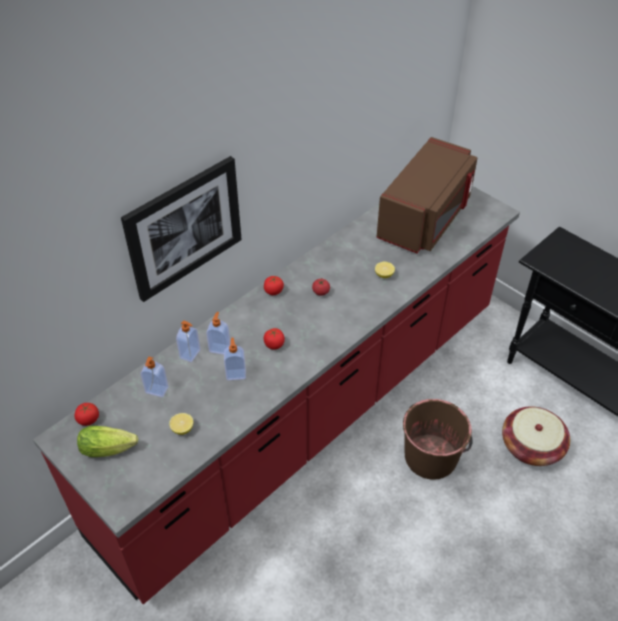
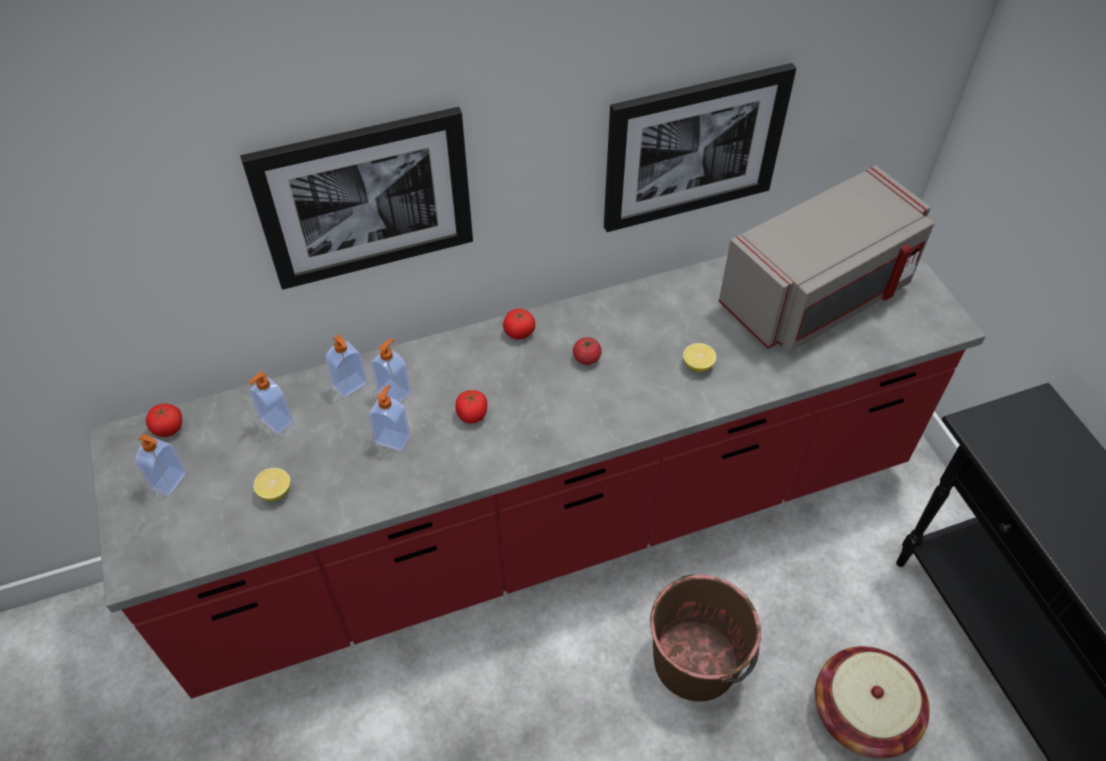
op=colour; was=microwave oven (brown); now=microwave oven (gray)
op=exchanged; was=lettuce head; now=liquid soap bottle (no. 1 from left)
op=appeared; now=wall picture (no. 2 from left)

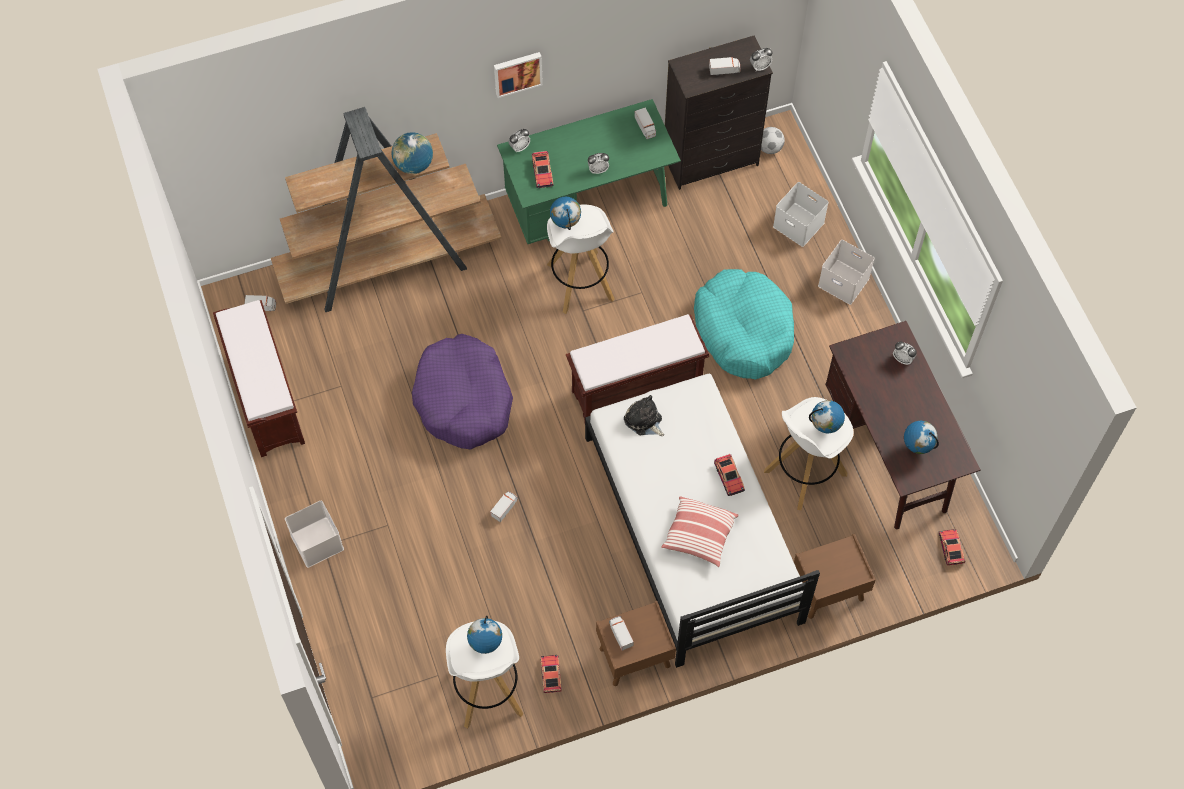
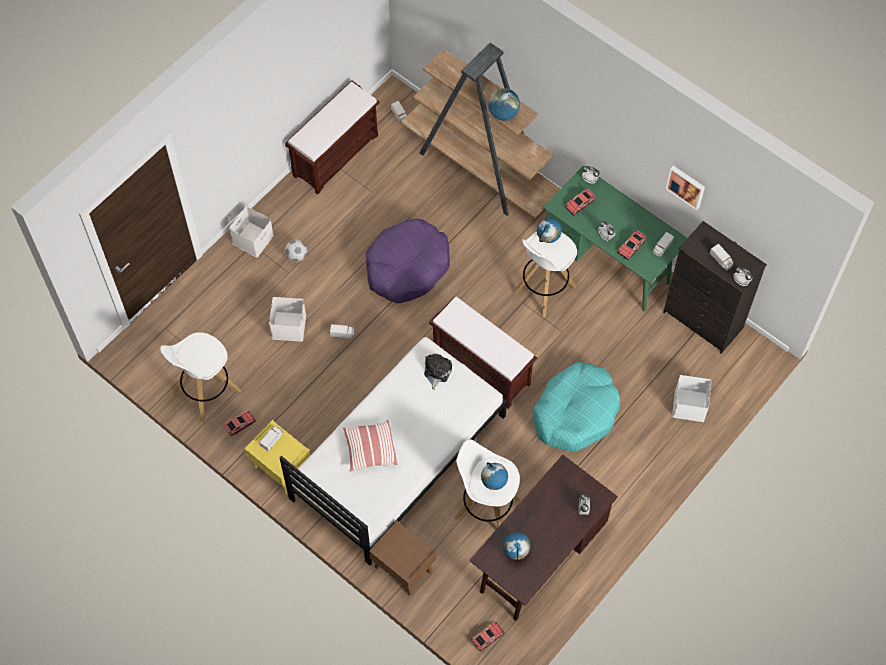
op=relocated; was=wall picture
op=relocated; was=football ball
op=relocated; was=storage box (white-coloured) (no. 3 from left in the first image); now=storage box (white-coloured) (no. 2 from left)
op=relocated; was=miniature car (no. 3 from left in the first image); now=miniature car (no. 4 from left)
op=colour; was=bedside table (brown) (no. 1 from left); now=bedside table (yellow-coloured)
op=missing; was=desk globe (no. 2 from left)

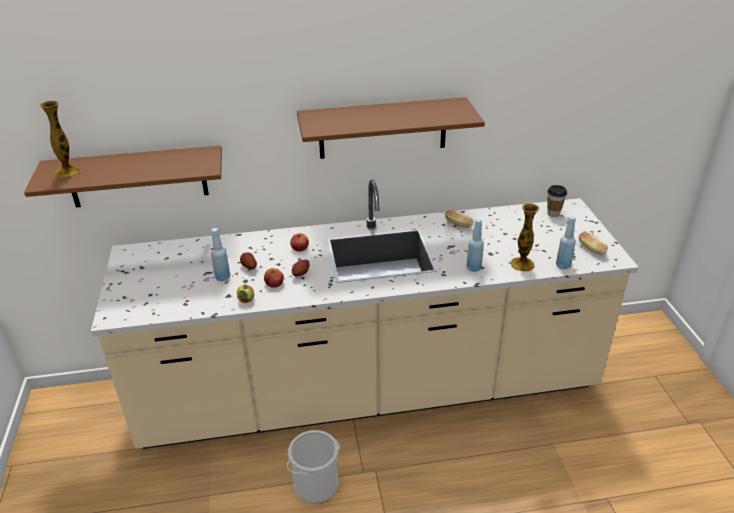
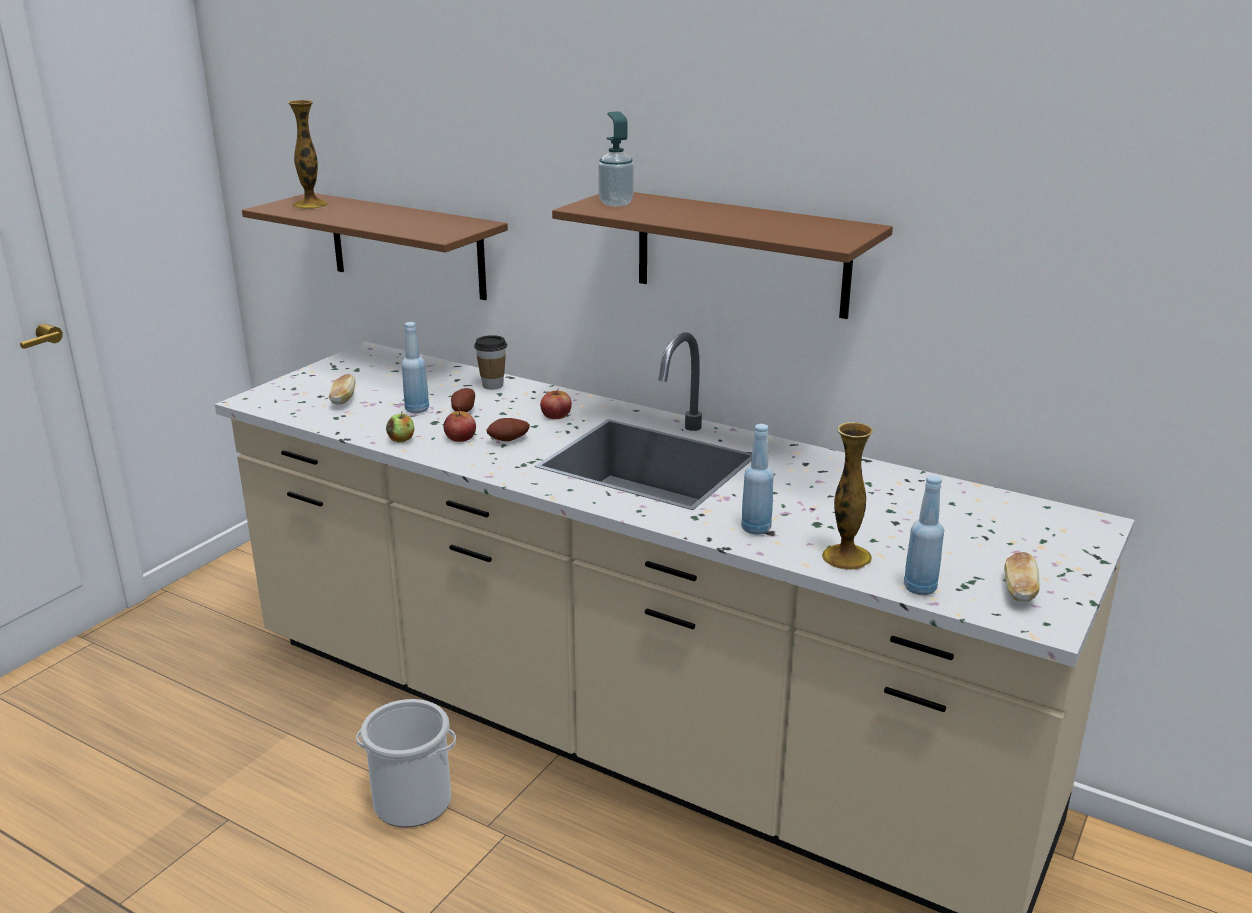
op=relocated; was=cup
op=relocated; was=bakery bread (no. 1 from left)
op=appeared; now=liquid soap bottle

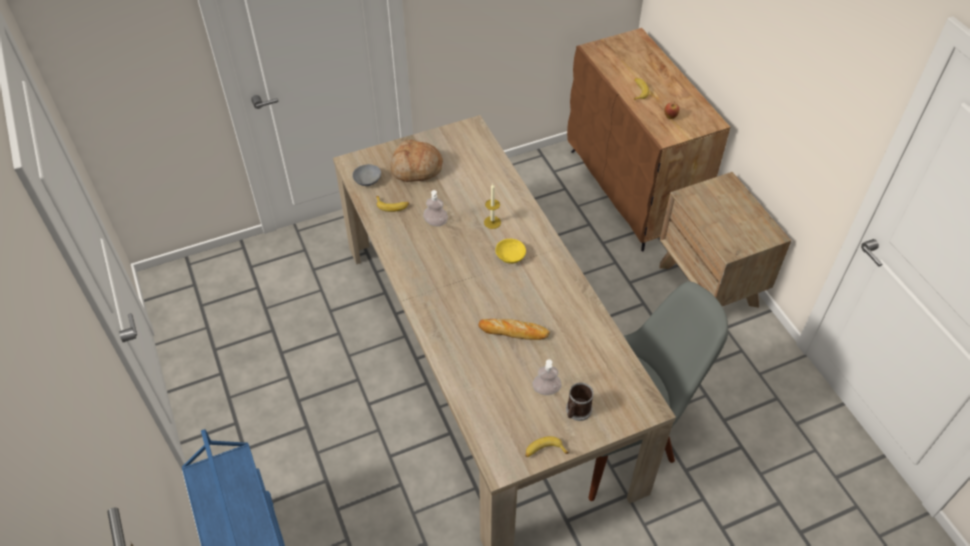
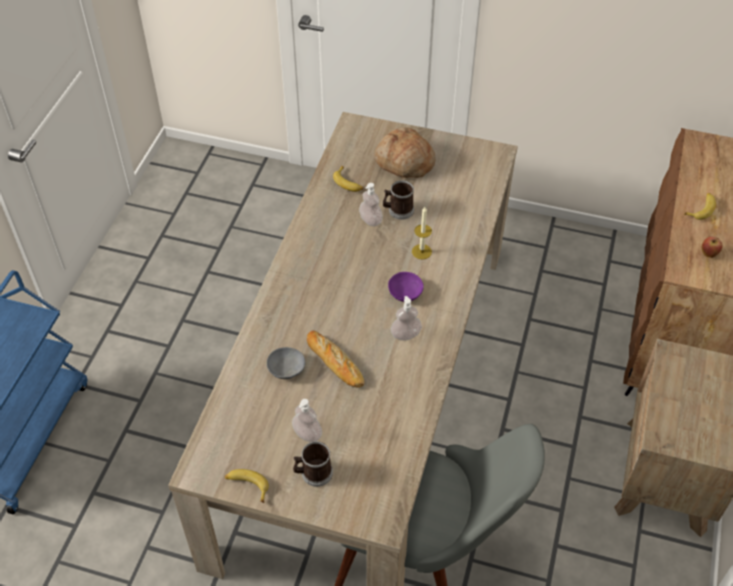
op=relocated; was=serving bowl (gray)
op=colour; was=serving bowl (yellow-coloured); now=serving bowl (purple-coloured)
op=appeared; now=tea mug (no. 2 from left)
op=appeared; now=liquid soap bottle (no. 3 from left)

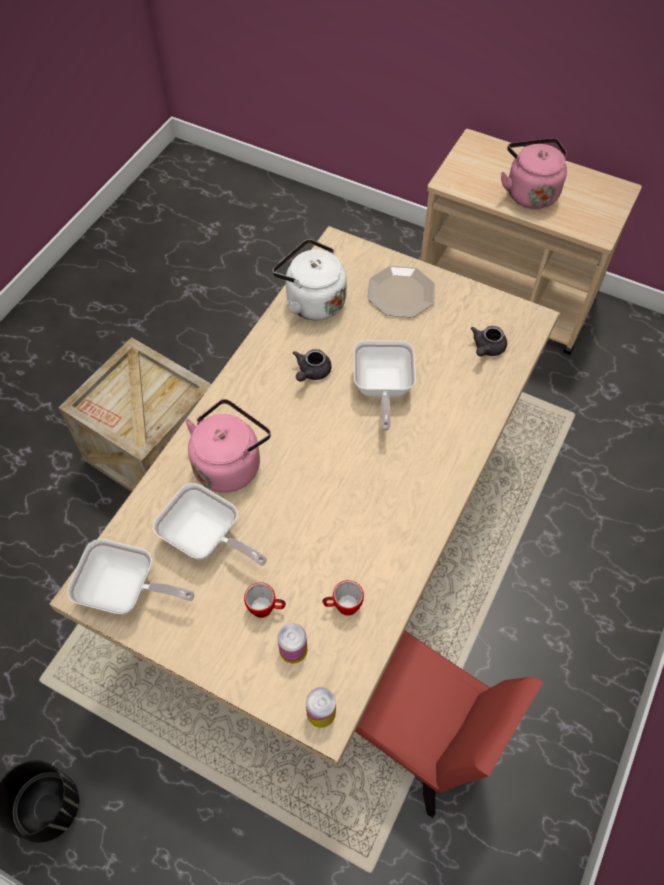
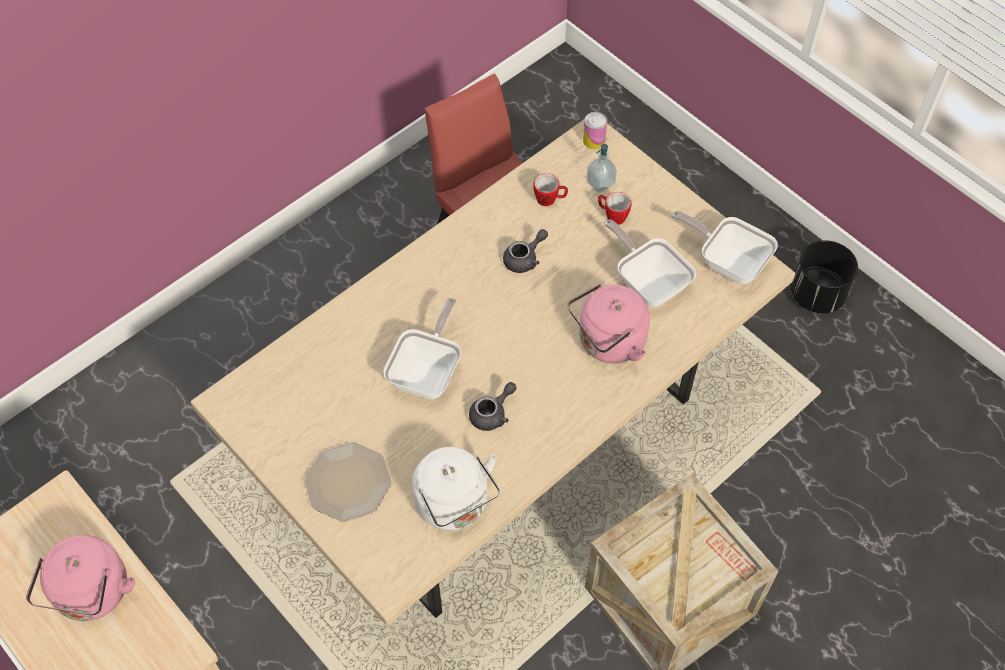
op=relocated; was=teapot (gray) (no. 2 from left)
op=exchanged; was=metal can (no. 1 from left); now=liquid soap bottle

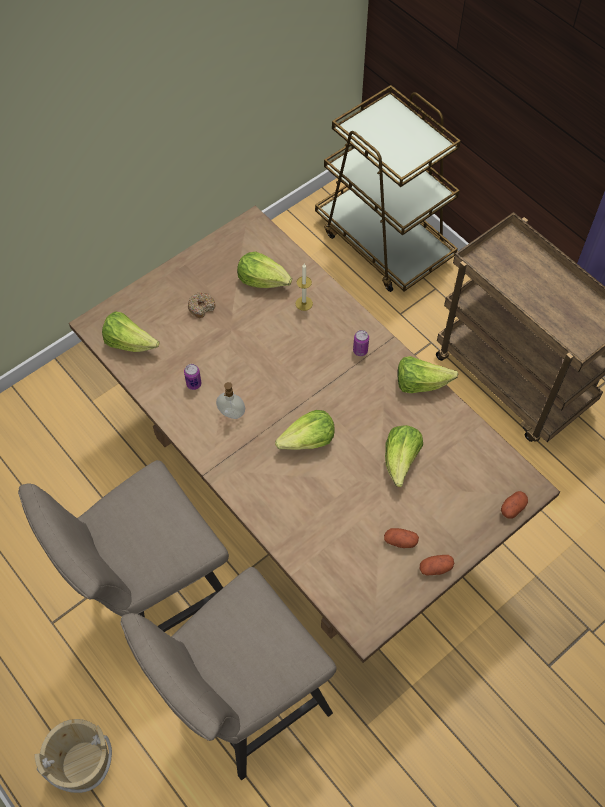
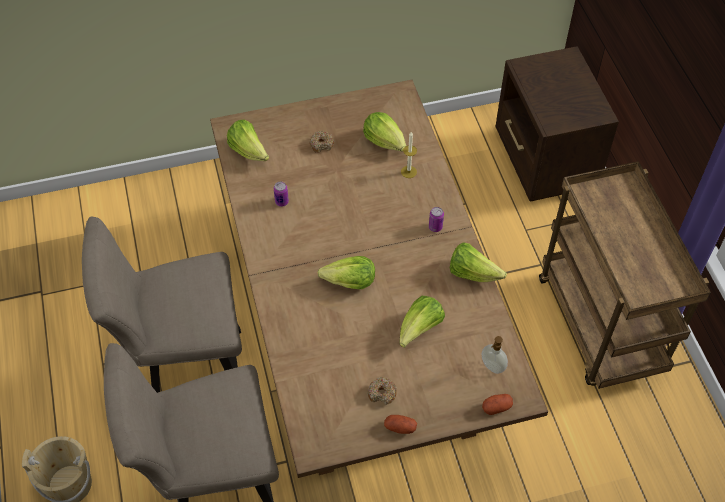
op=exchanged; was=trolley (brown) (no. 1 from left); now=bedside table (brown)
op=relocated; was=liquid soap bottle
op=exchanged; was=whole potato (no. 1 from left); now=ring doughnut (no. 2 from left)

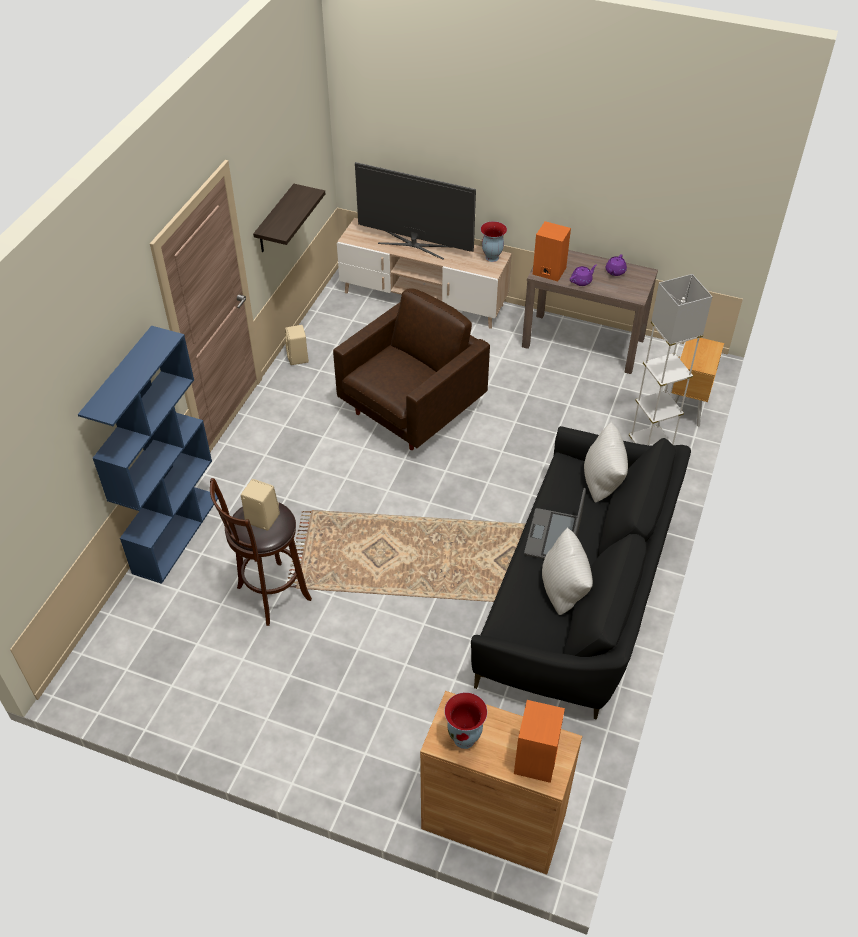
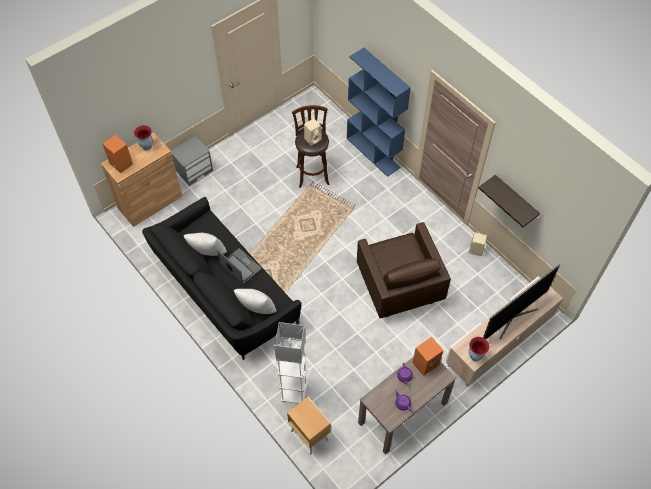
op=appeared; now=bedside table (gray)

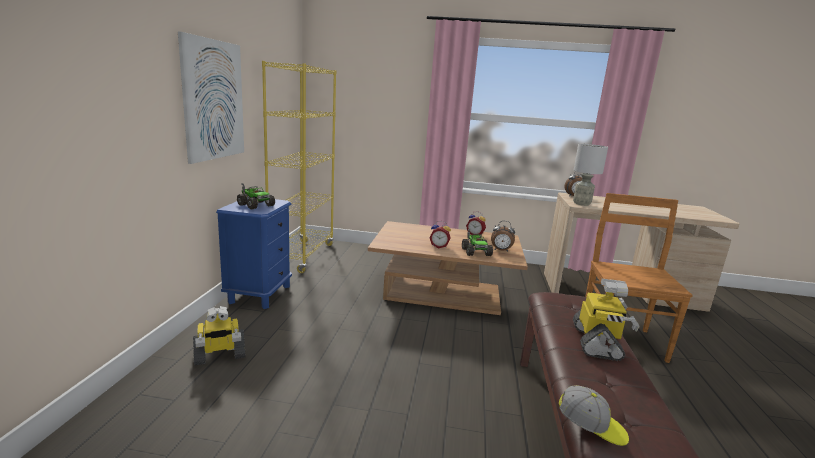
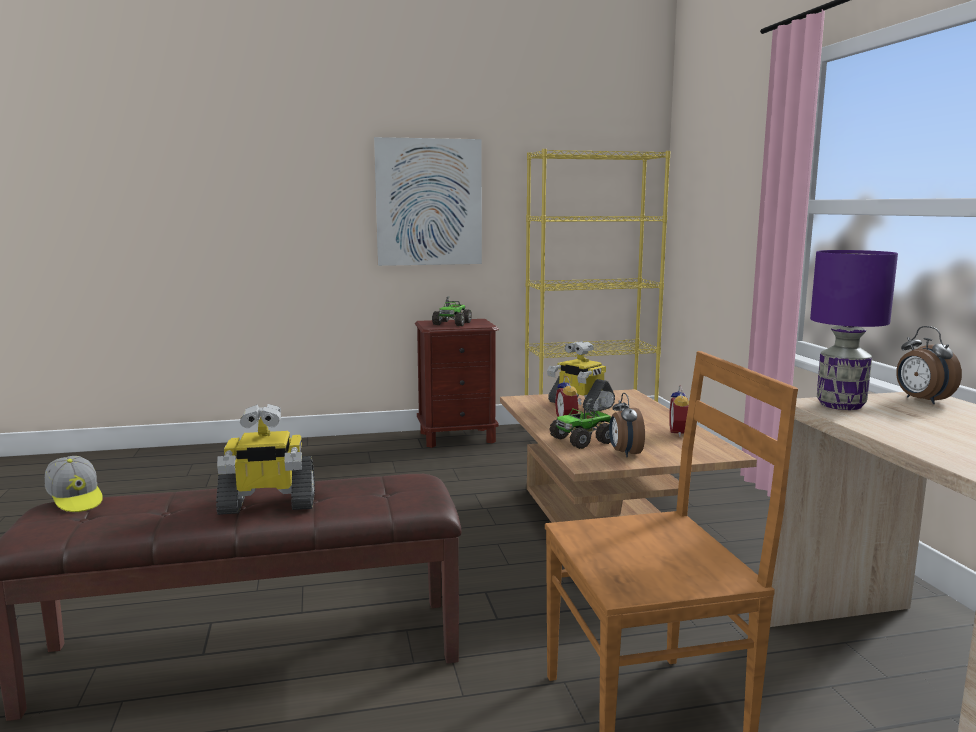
op=colour; was=lamp for a table (gray); now=lamp for a table (purple-coloured)
op=colour; was=bedside table (bluish); now=bedside table (brown)
op=relocated; was=toy robot (no. 1 from left in the first image); now=toy robot (no. 2 from left)
op=spun; was=cap; clockwise=-45

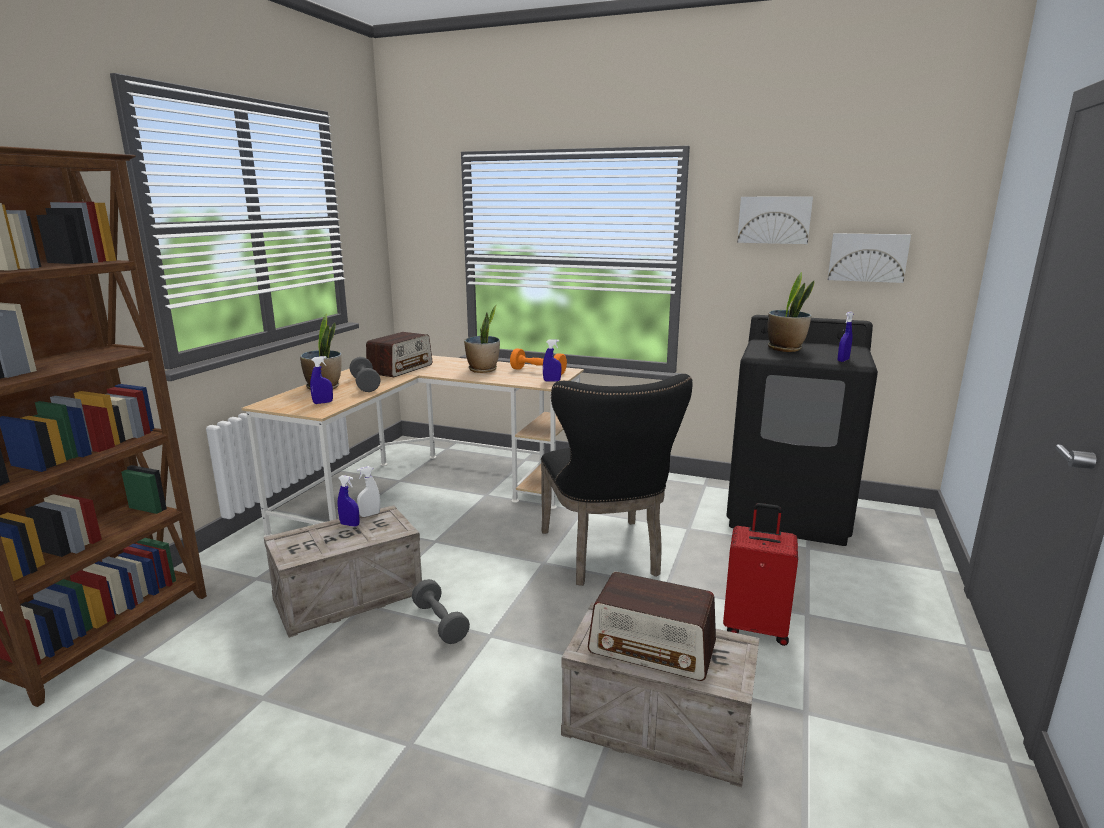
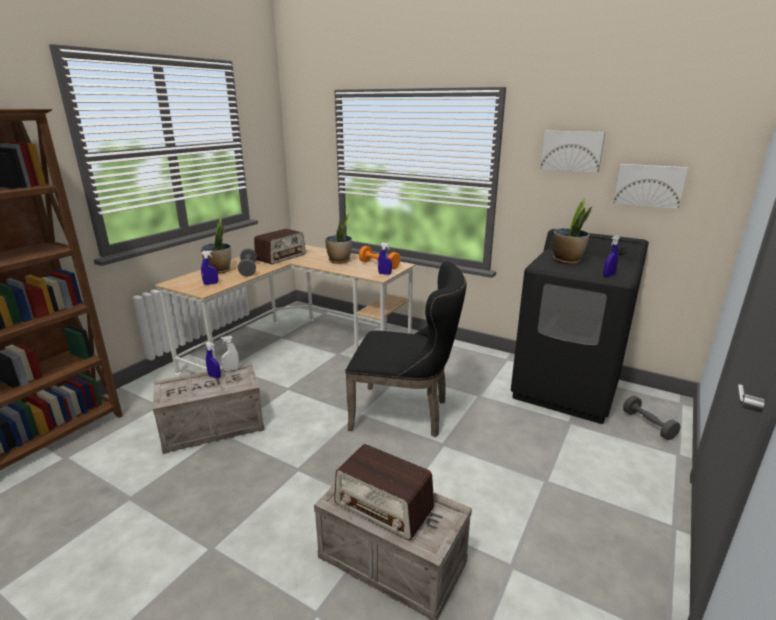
op=spun; was=plain chair (black-coloured); clockwise=-75
op=missing; was=travel case (reddish)
op=relocated; was=hand weight (gray) (no. 2 from left)

